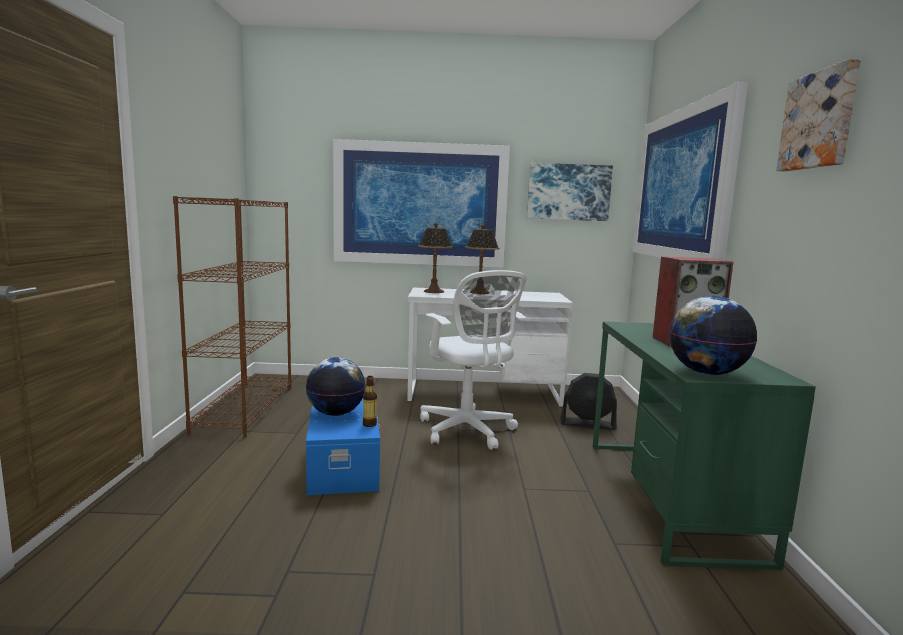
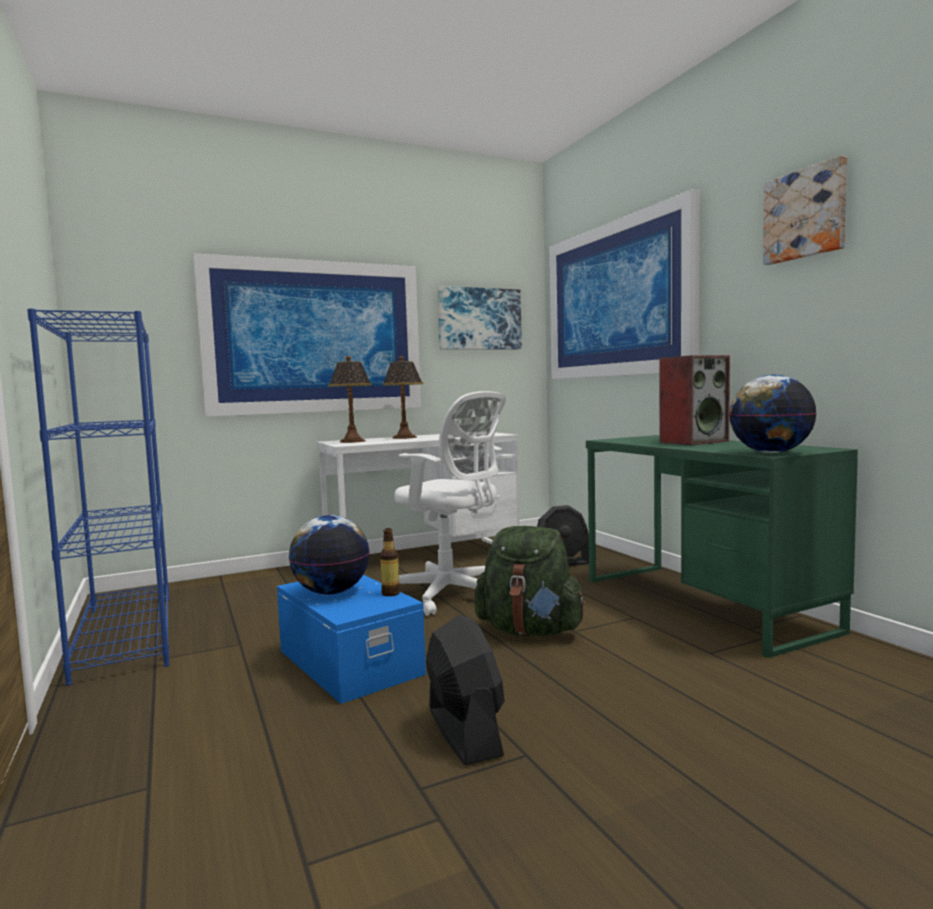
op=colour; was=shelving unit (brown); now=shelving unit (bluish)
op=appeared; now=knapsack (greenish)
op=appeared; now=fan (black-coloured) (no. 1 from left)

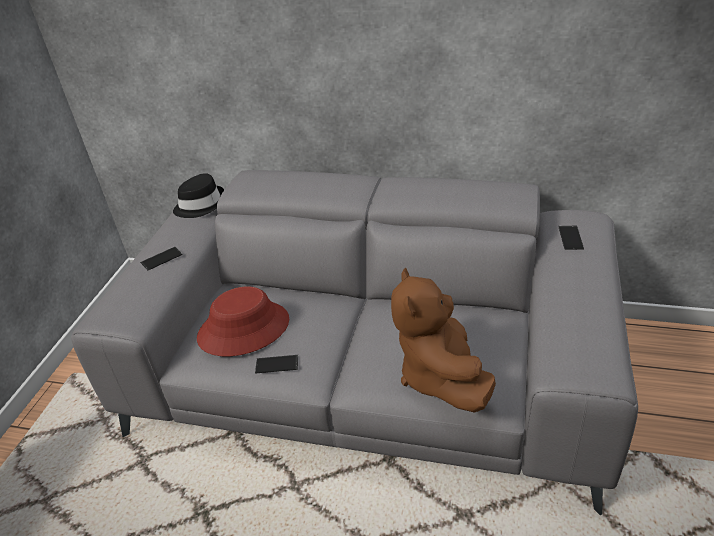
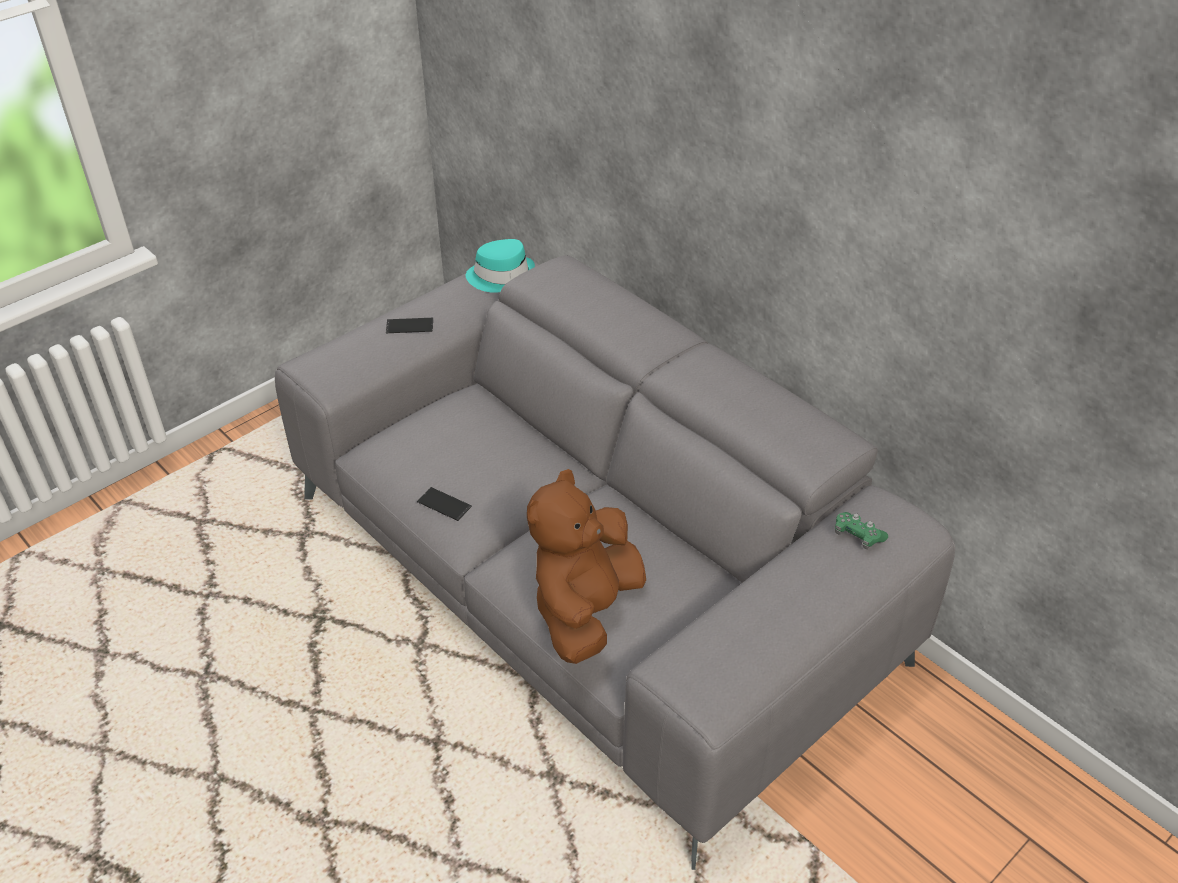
op=colour; was=wearable hat (black-coloured); now=wearable hat (blue-green)
op=exchanged; was=phone (no. 3 from left); now=joypad (greenish)
op=missing; was=wearable hat (reddish)

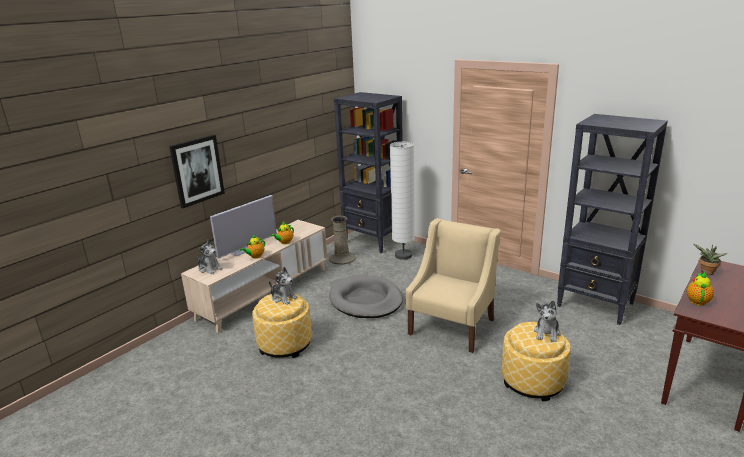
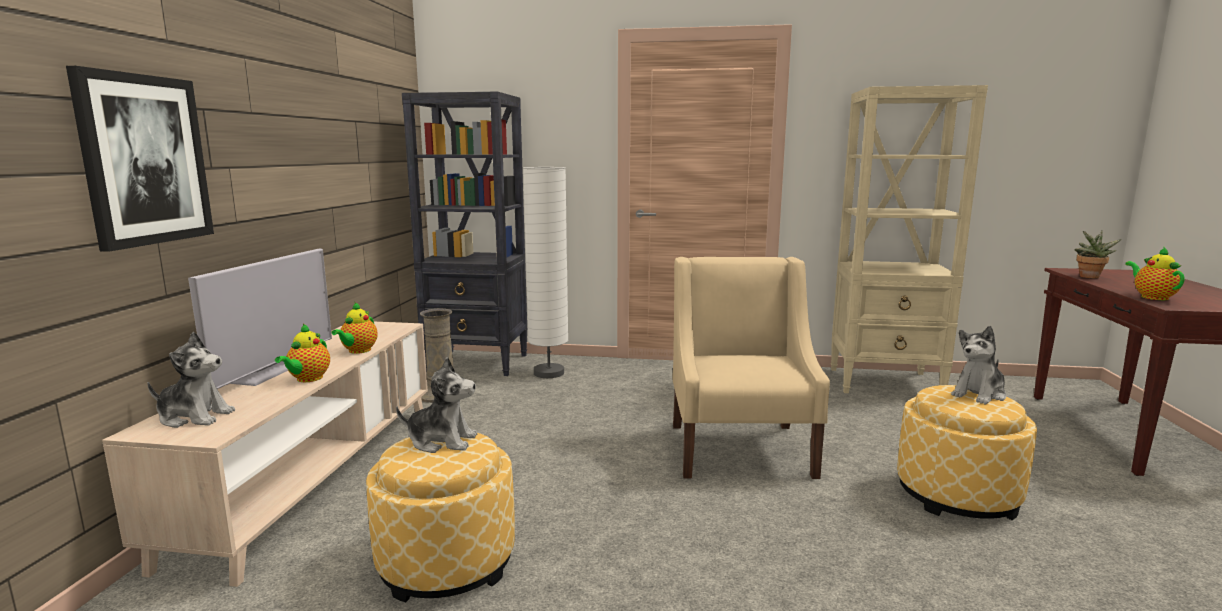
op=colour; was=shelving unit (black-coloured) (no. 2 from left); now=shelving unit (beige)
op=missing; was=dog bed (gray)
op=spun; was=cuddly toy (no. 3 from left); clockwise=60

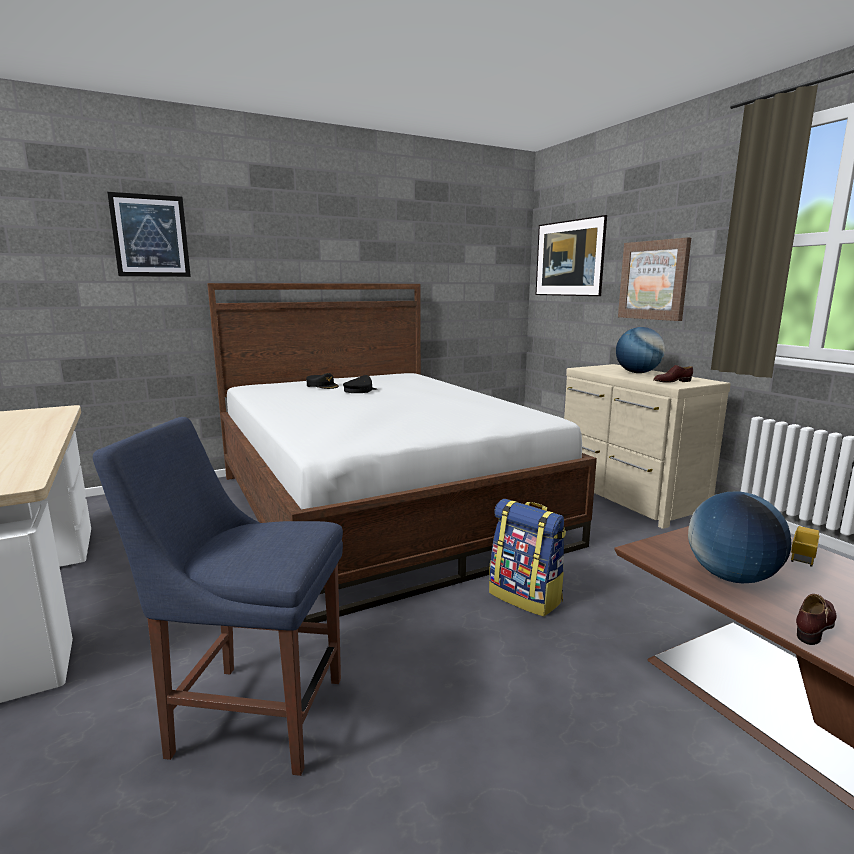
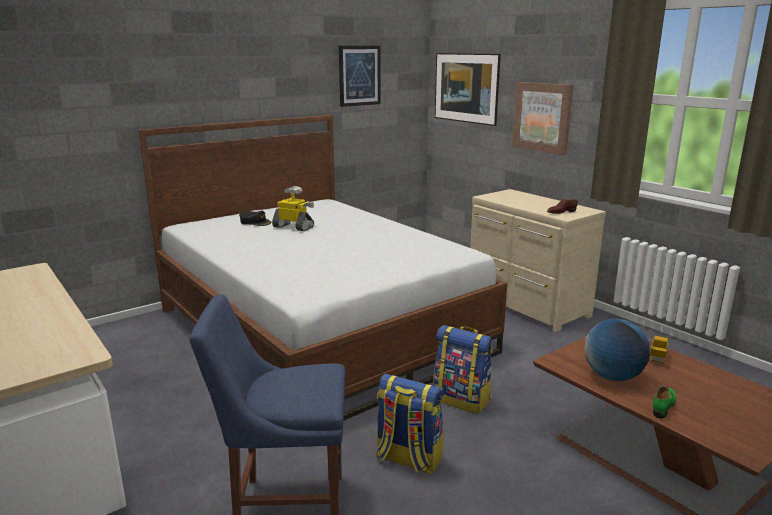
op=relocated; was=wall picture (no. 1 from left)
op=missing; was=desk globe (no. 1 from left)
op=exchanged; was=cap (black-coloured) (no. 2 from left); now=toy robot
op=colour; was=low shoe (brown) (no. 2 from left); now=low shoe (greenish)
op=appeared; now=knapsack (no. 1 from left)

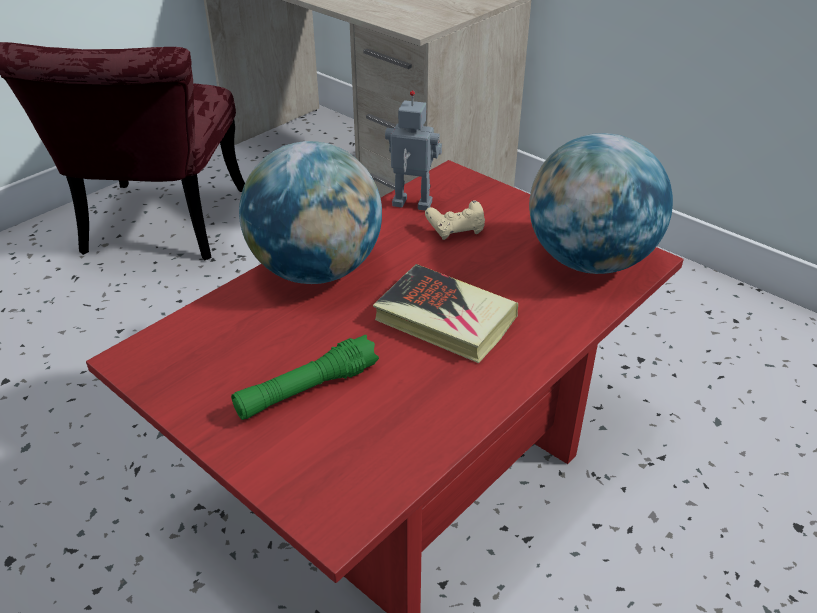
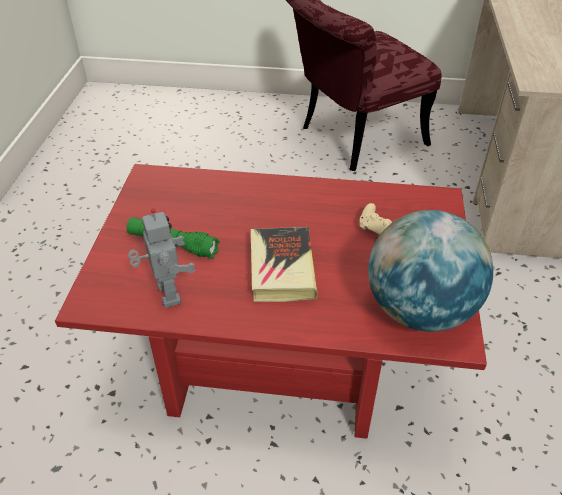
op=relocated; was=toy robot
op=missing; was=desk globe (no. 1 from left)

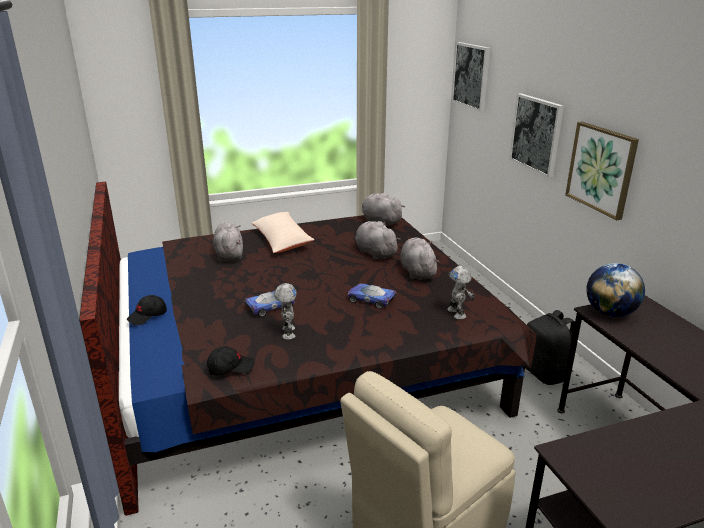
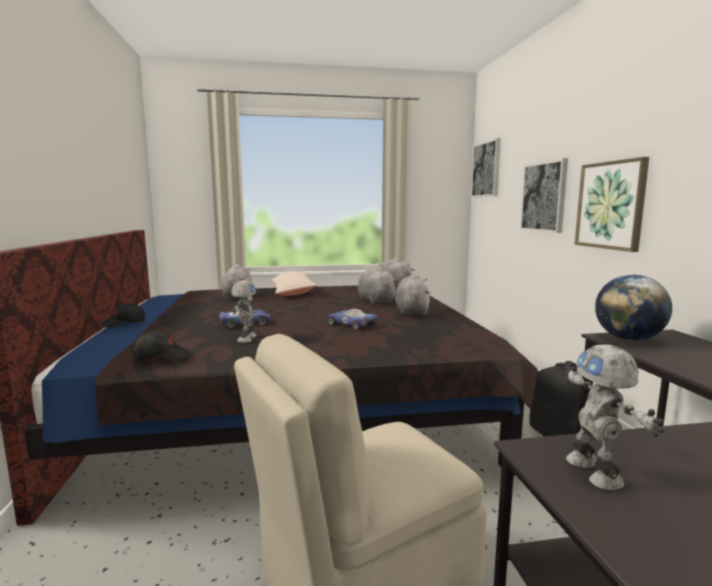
op=relocated; was=toy robot (no. 2 from left)

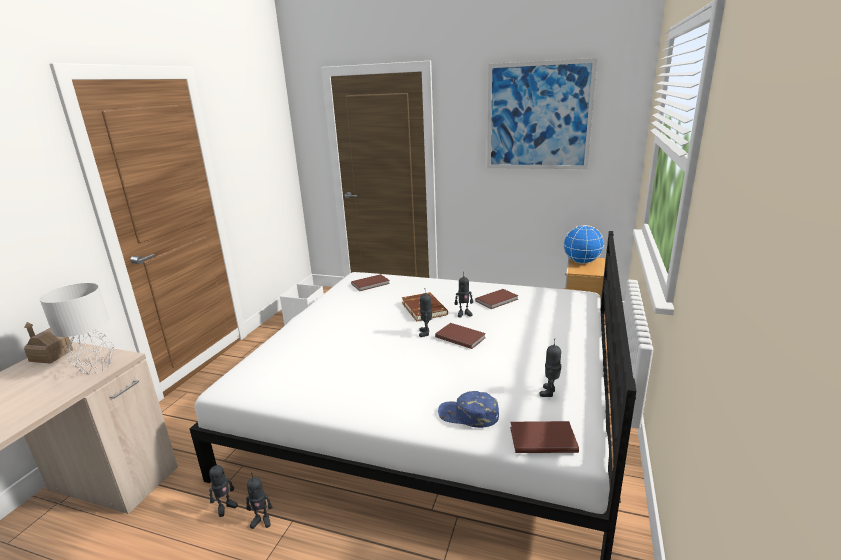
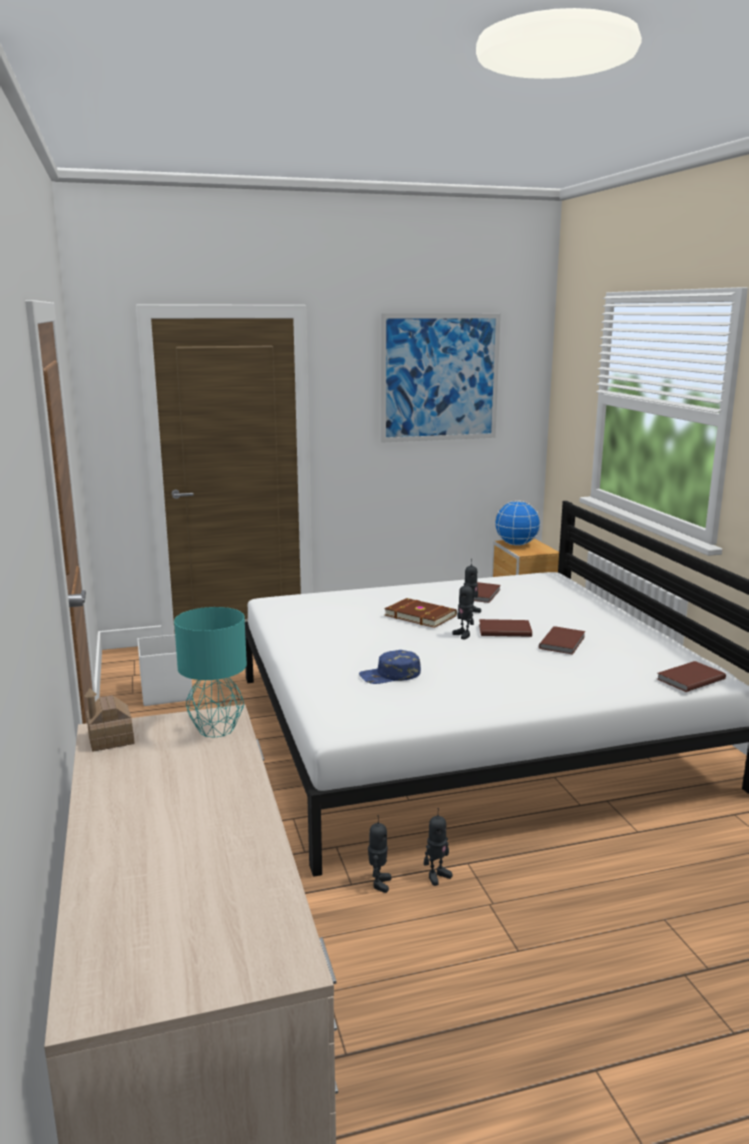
op=relocated; was=book (brown) (no. 1 from left in the first image); now=book (brown) (no. 4 from left)
op=colour; was=lamp for a table (gray); now=lamp for a table (blue-green)
op=missing; was=toy robot (no. 5 from left)
op=relocated; was=cap (bluish)

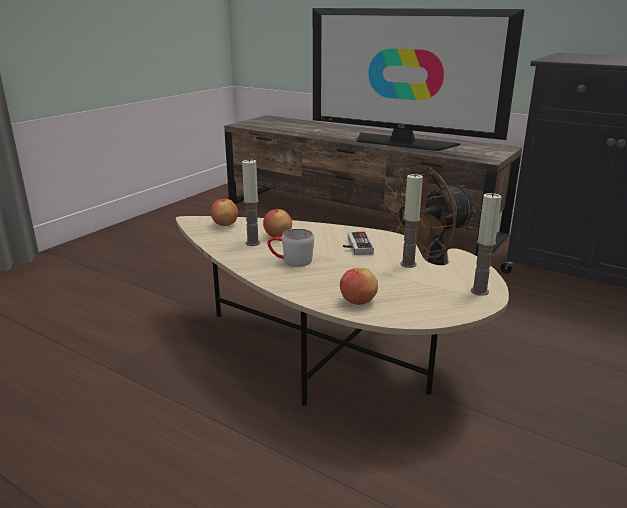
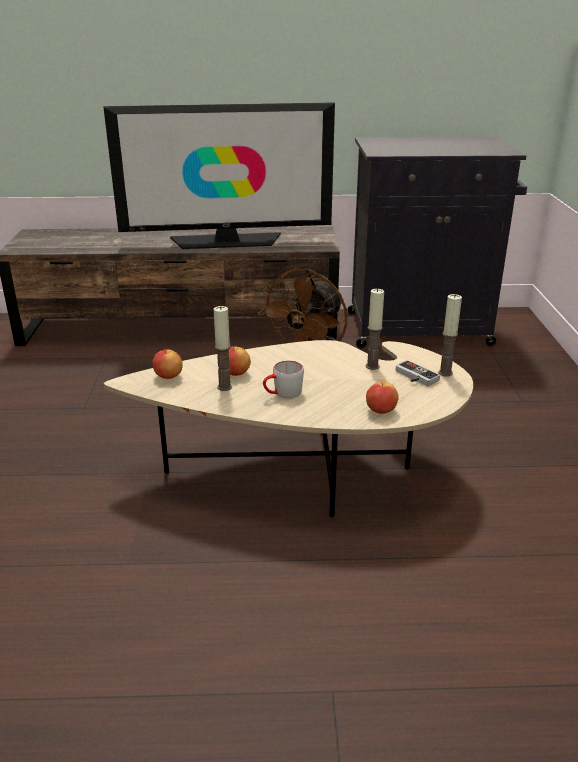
op=relocated; was=joypad

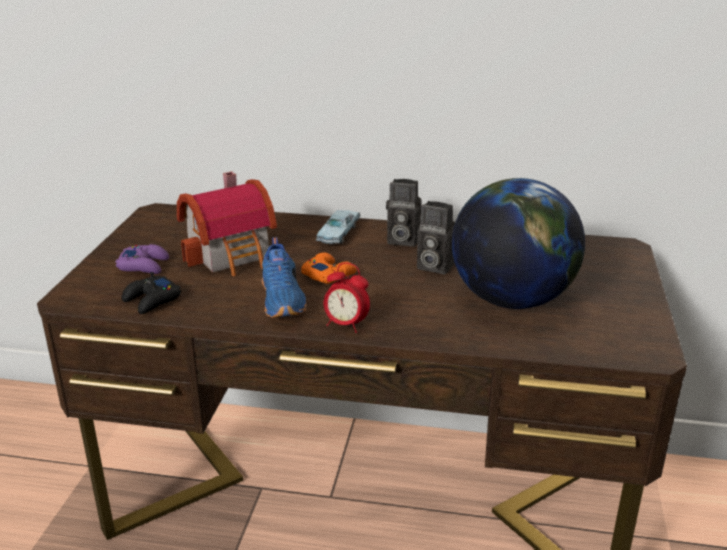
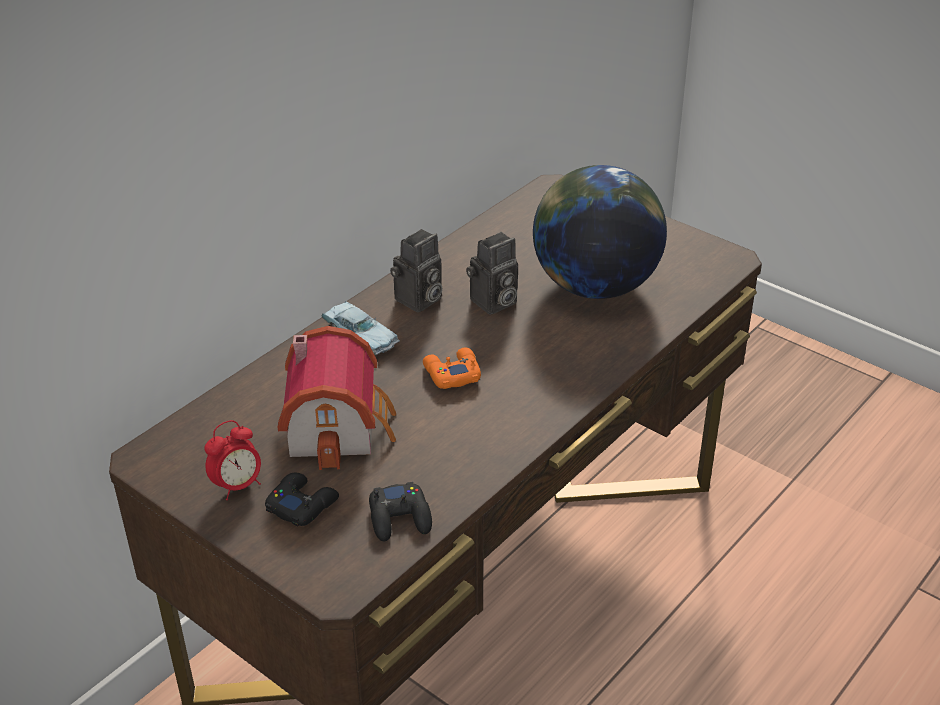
op=missing; was=low shoe (bluish)
op=colour; was=joypad (purple-coloured); now=joypad (black-coloured) (no. 1 from left)
op=relocated; was=table clock

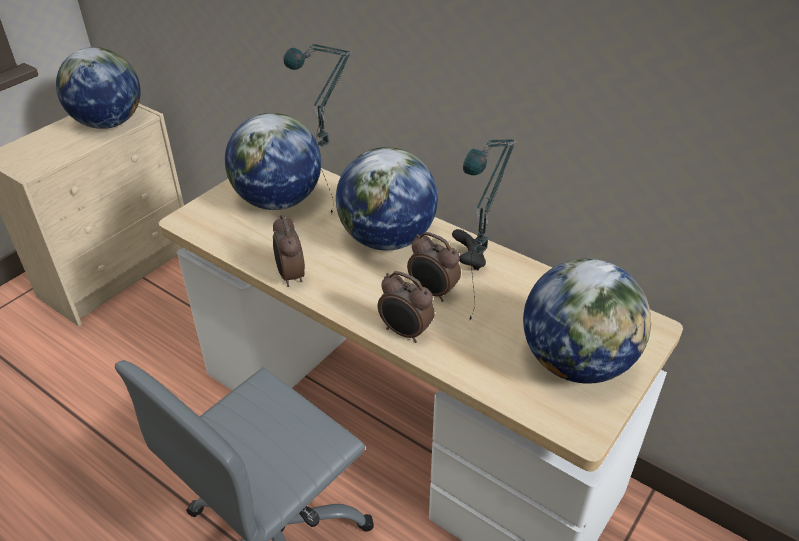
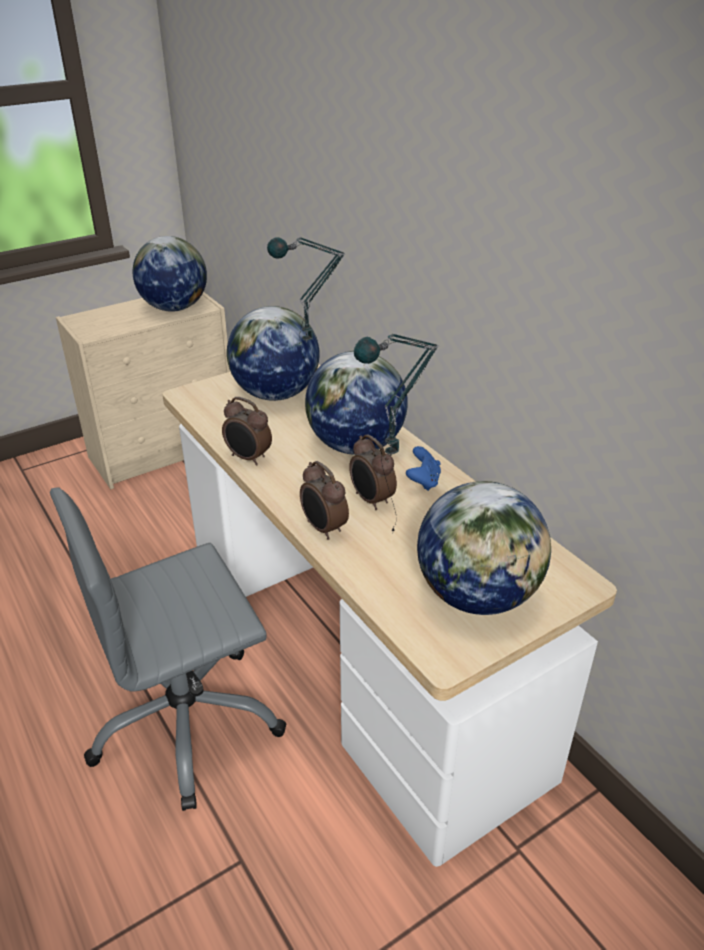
op=spun; was=table clock (no. 1 from left); clockwise=-60
op=colour; was=joypad (black-coloured); now=joypad (bluish)

